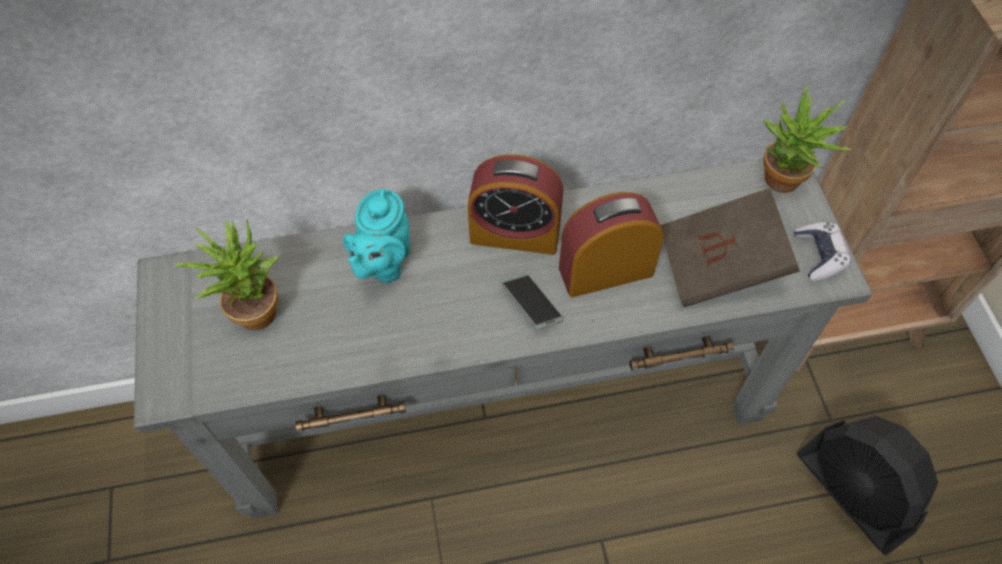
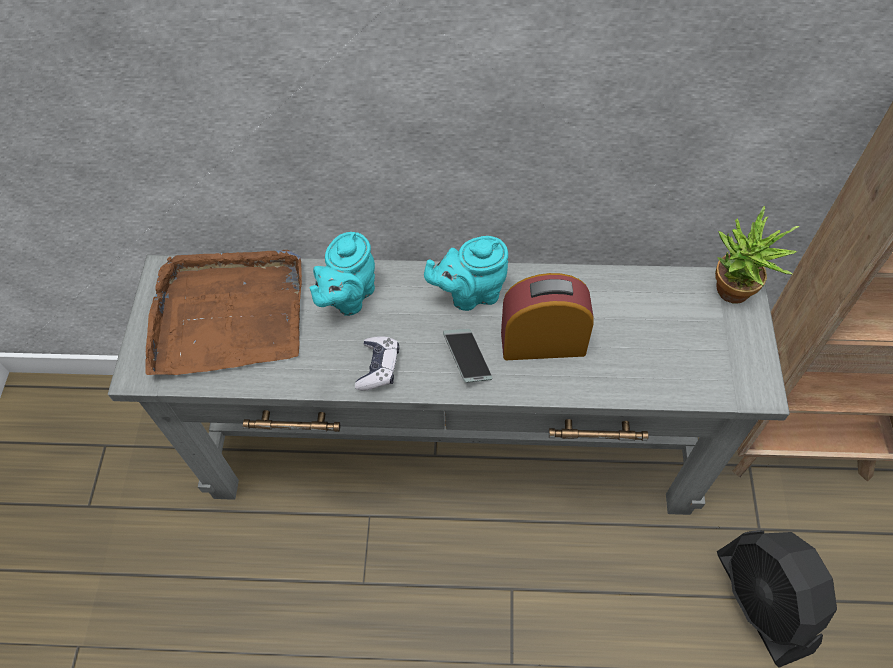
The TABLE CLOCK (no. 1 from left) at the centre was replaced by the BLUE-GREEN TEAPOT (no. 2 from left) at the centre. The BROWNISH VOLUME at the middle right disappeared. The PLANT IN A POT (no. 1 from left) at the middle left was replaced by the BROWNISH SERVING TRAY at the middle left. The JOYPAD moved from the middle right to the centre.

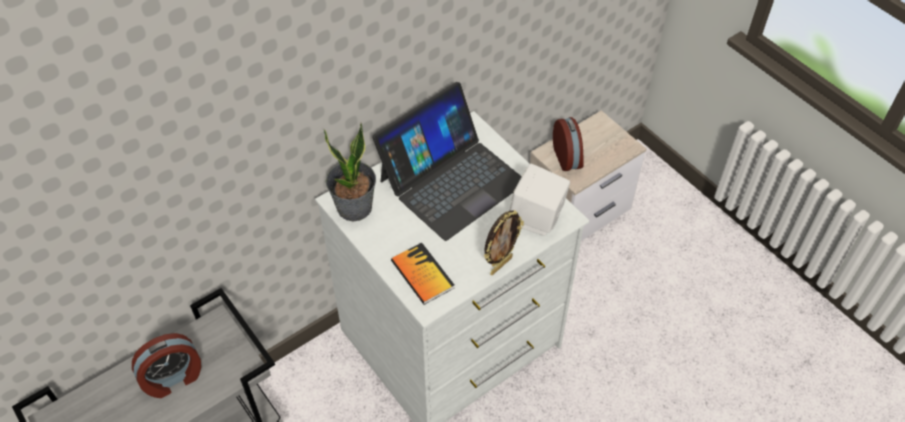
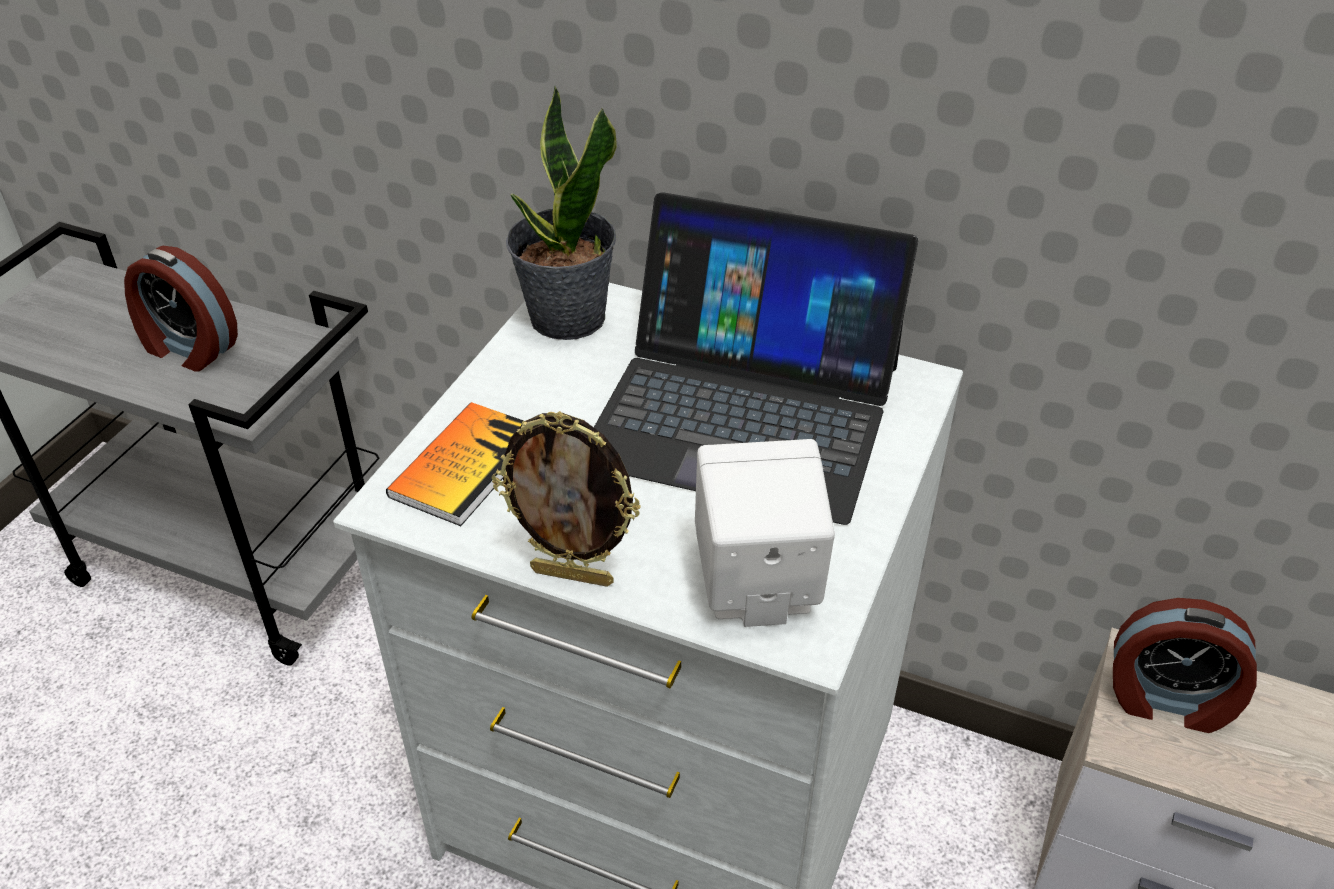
The TABLE CLOCK (no. 2 from left) at the centre turned 60 degrees clockwise.

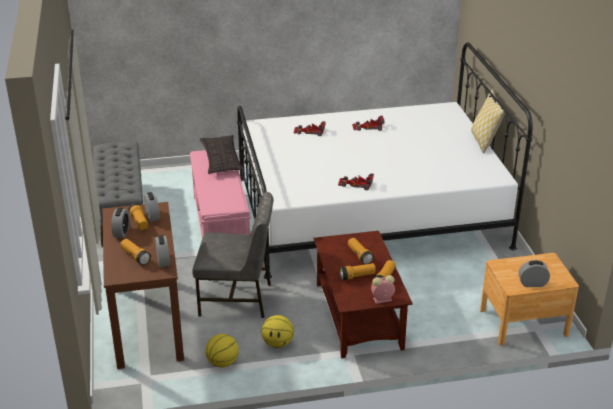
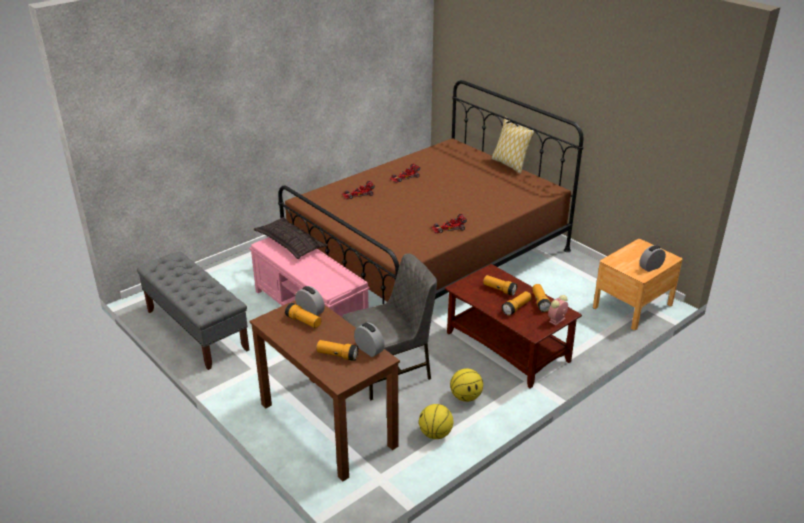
The WHITISH BEDROOM BED at the centre became the BROWNISH BEDROOM BED at the centre. The TABLE CLOCK (no. 1 from left) at the middle left disappeared.

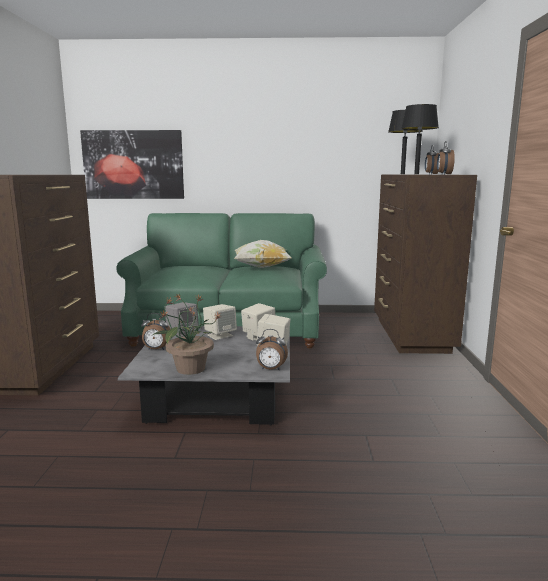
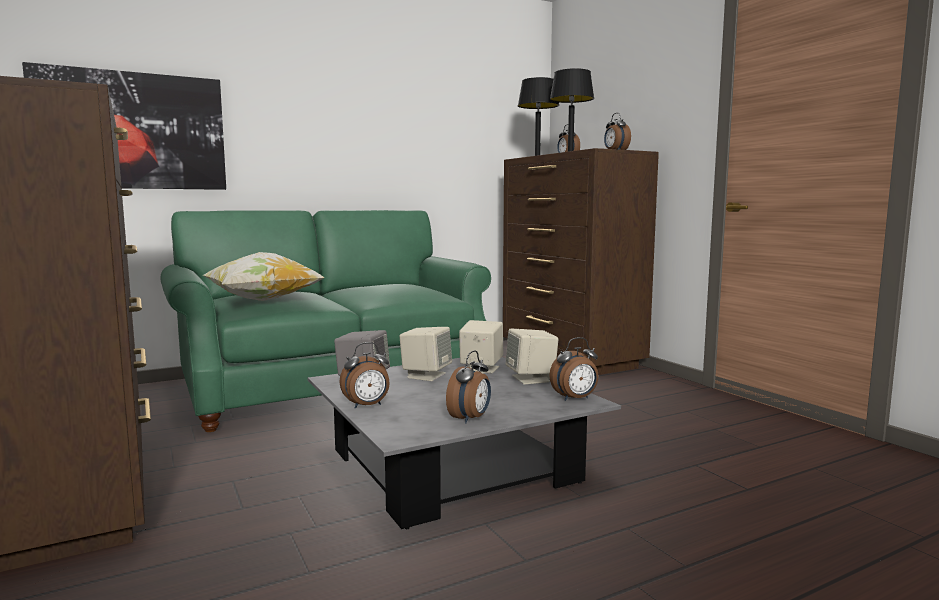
The CUSHION moved from the centre to the middle left. The PLANT IN A POT at the centre was replaced by the TABLE CLOCK (no. 2 from left) at the centre.

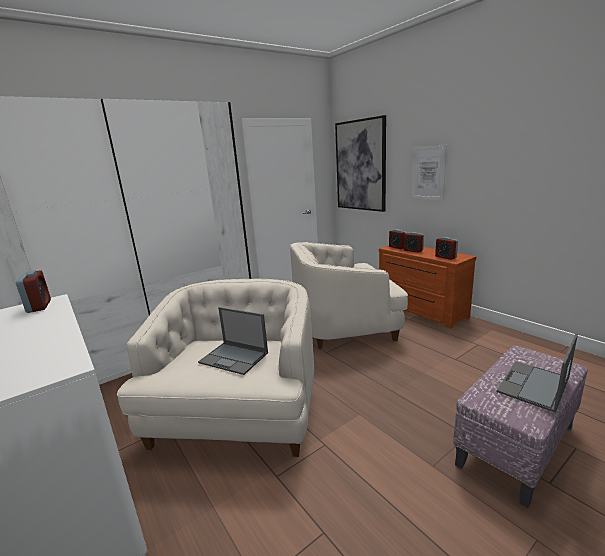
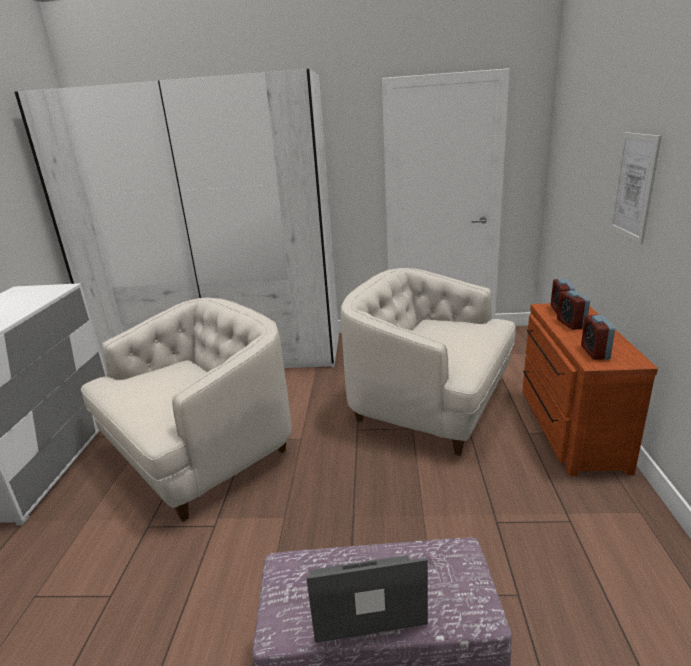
The WALL ART (no. 1 from left) at the top centre disappeared. The TABLE CLOCK (no. 1 from left) at the middle left disappeared. The NOTEBOOK COMPUTER (no. 1 from left) at the centre disappeared.

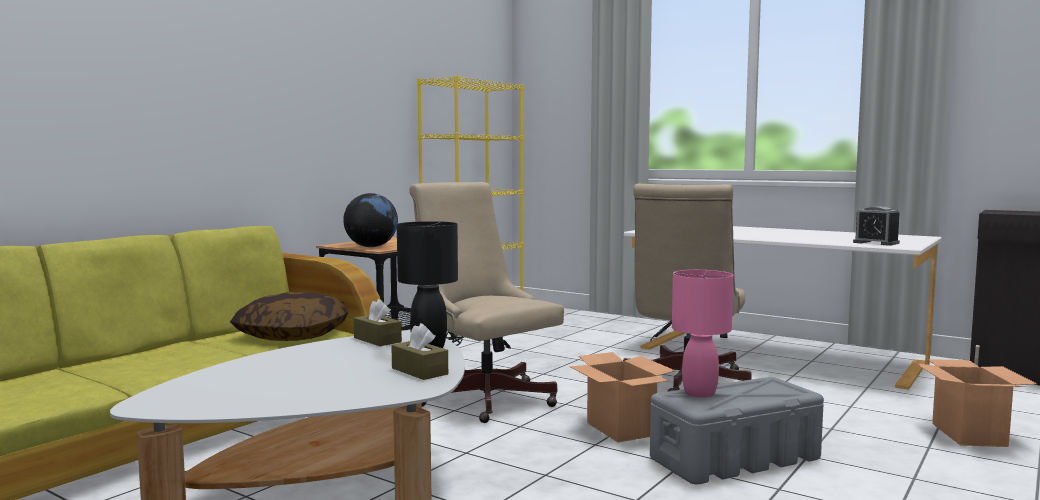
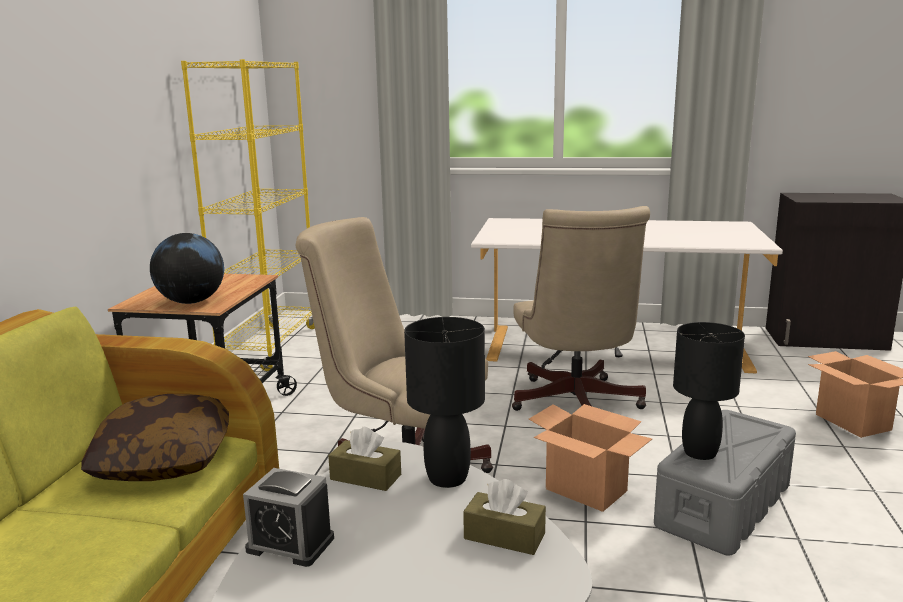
The TABLE CLOCK moved from the middle right to the bottom left. The PINK TABLE LAMP at the bottom right became the BLACKISH TABLE LAMP (no. 2 from left) at the middle right.

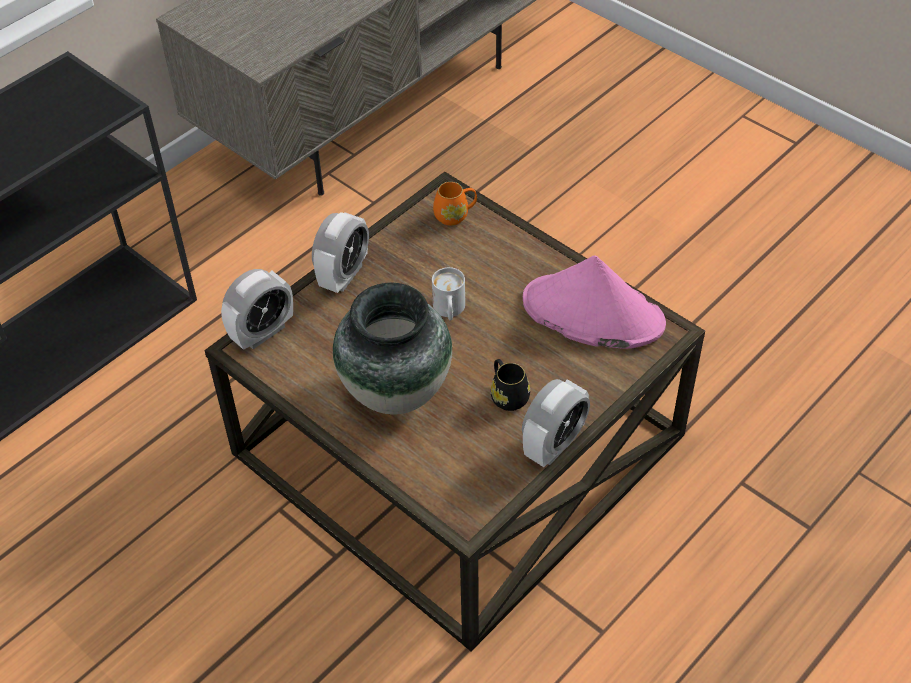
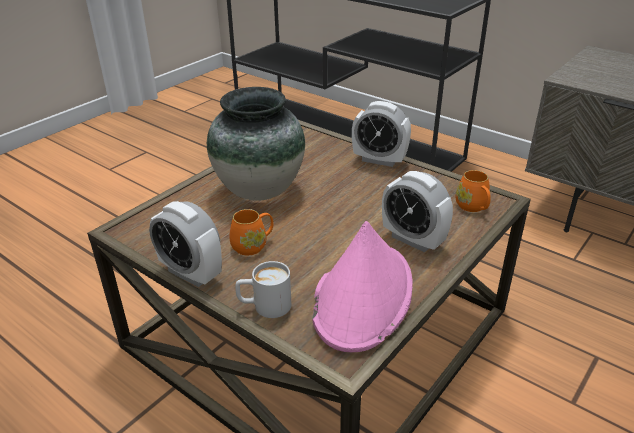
The WHITISH COFFEE MUG moved from the centre to the bottom centre. The TABLE CLOCK (no. 1 from left in the first image) moved from the middle left to the centre. The BLACKISH COFFEE MUG at the centre became the ORANGE-COLOURED COFFEE MUG (no. 1 from left) at the centre.

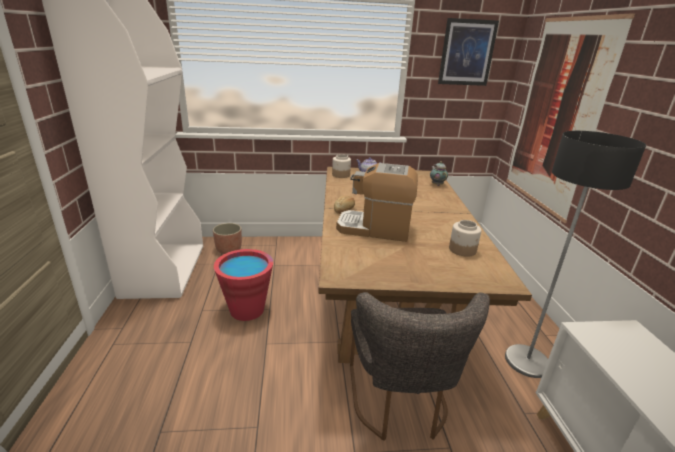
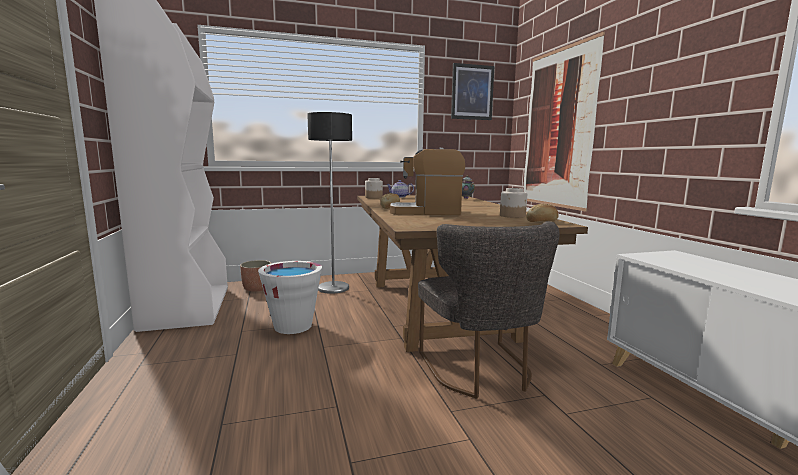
The FLOOR LAMP moved from the middle right to the centre. The REDDISH PAIL at the centre became the WHITISH PAIL at the centre. The BAKERY BREAD (no. 2 from left) at the middle right appeared.

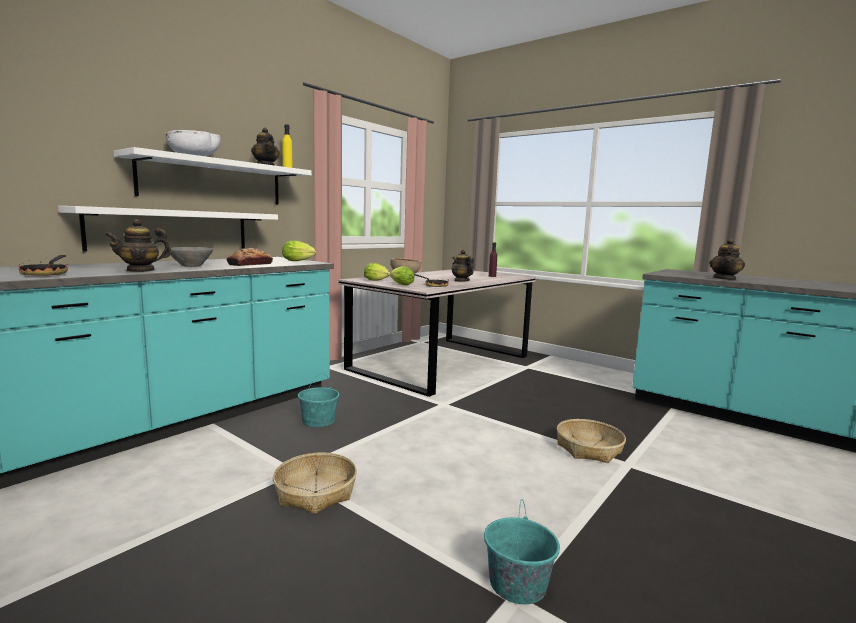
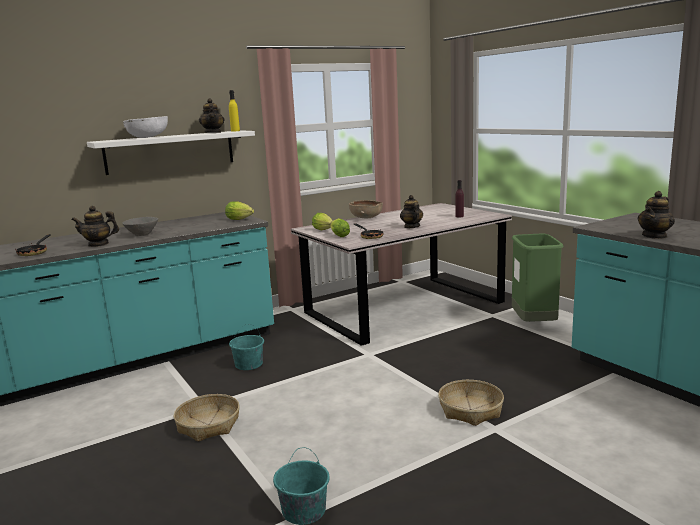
The WHITISH SHELF (no. 1 from left) at the middle left disappeared. The BAKERY BREAD at the middle left disappeared. The GREEN WASTE BIN at the middle right appeared.

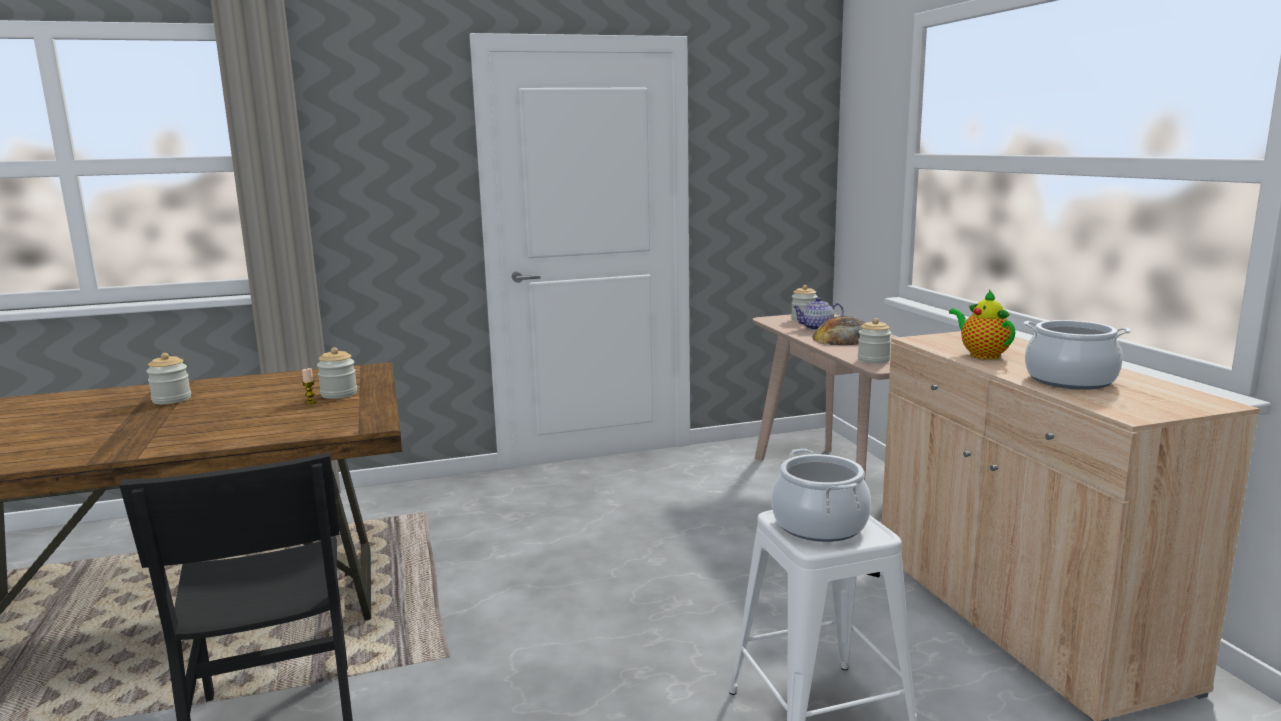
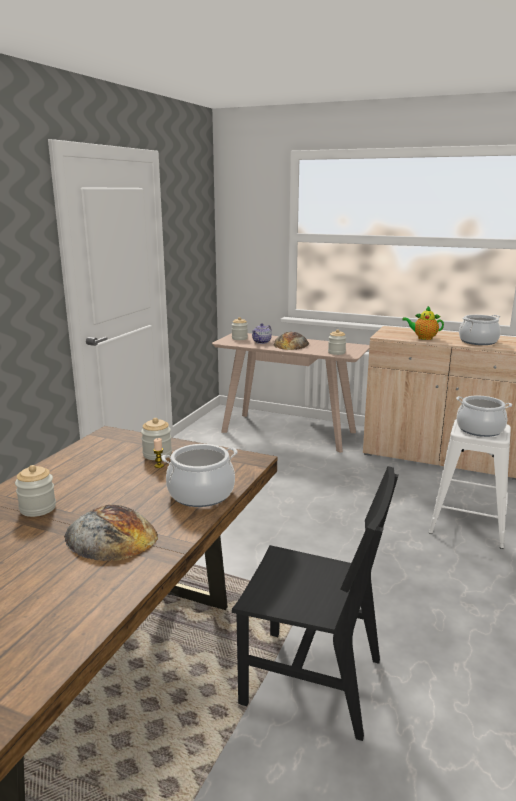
The SAUCEPOT (no. 1 from left) at the centre appeared. The BAKERY BREAD (no. 1 from left) at the middle left appeared.

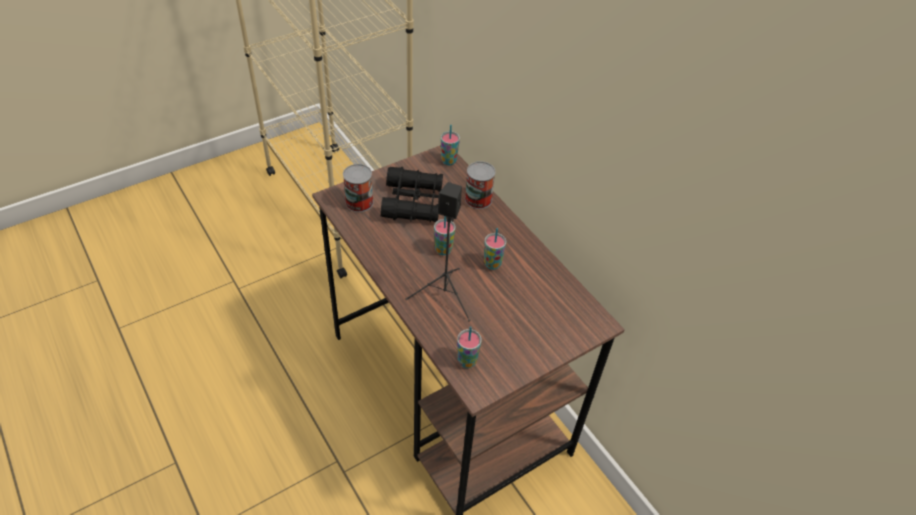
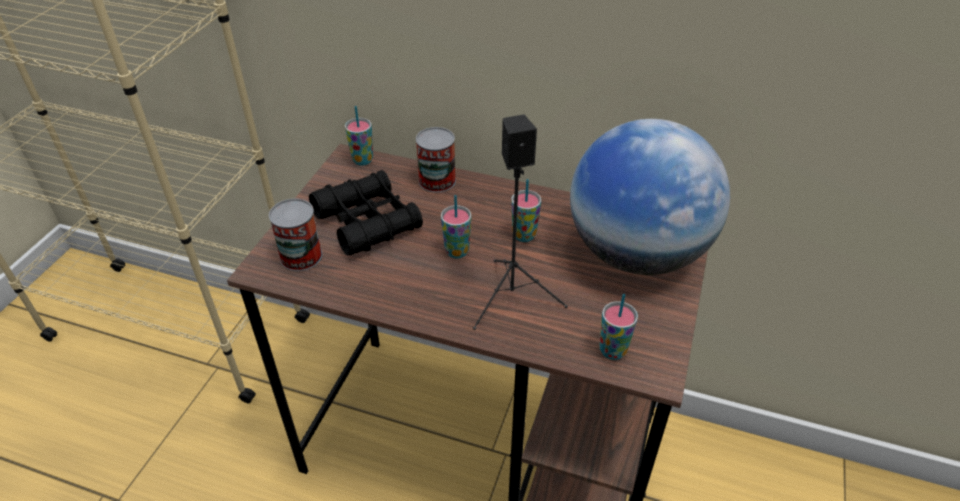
The GLOBE at the middle right appeared.

